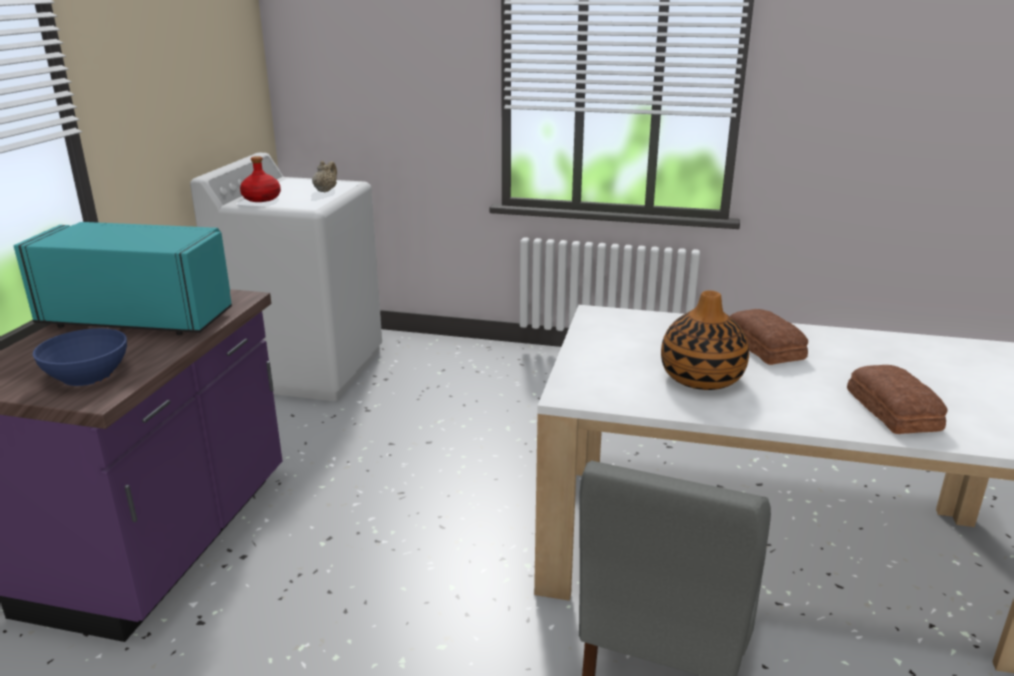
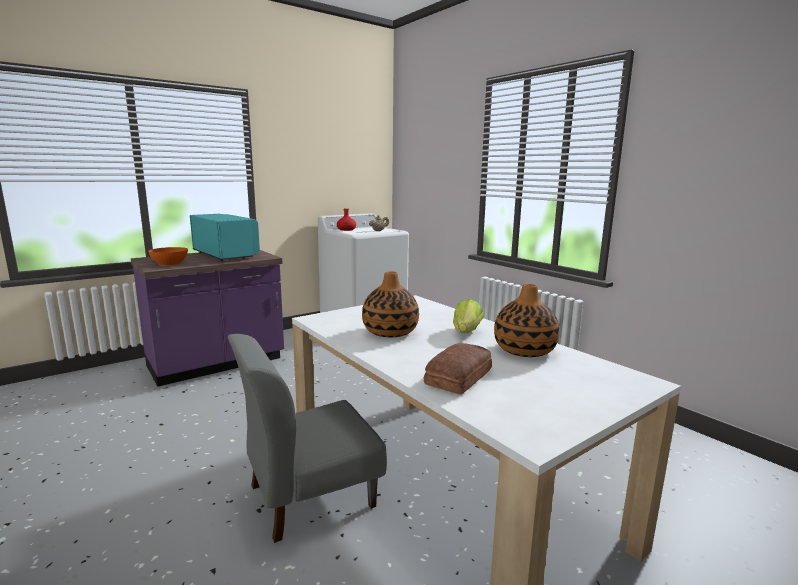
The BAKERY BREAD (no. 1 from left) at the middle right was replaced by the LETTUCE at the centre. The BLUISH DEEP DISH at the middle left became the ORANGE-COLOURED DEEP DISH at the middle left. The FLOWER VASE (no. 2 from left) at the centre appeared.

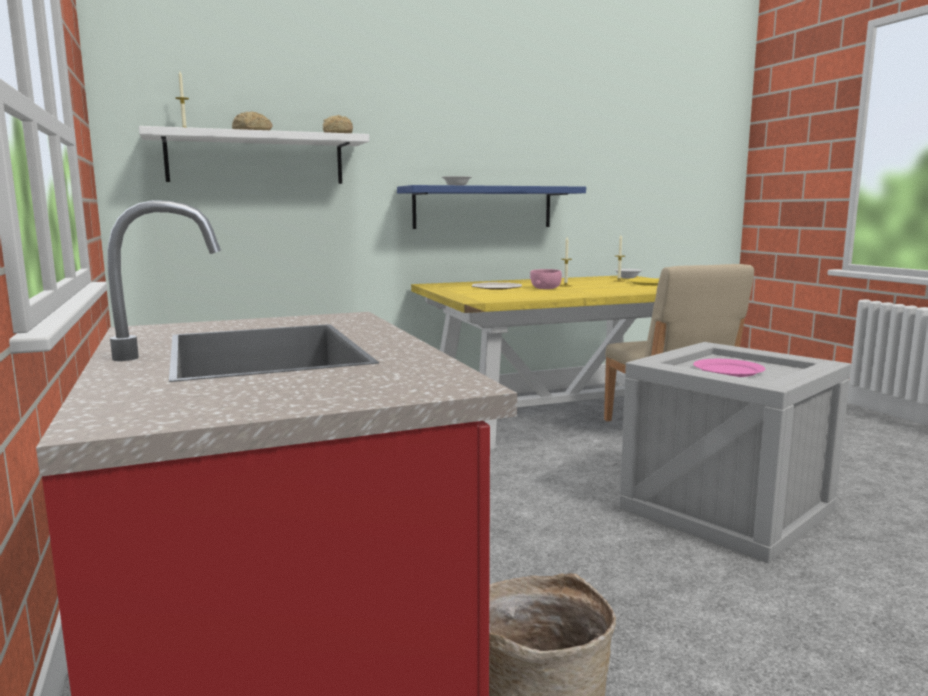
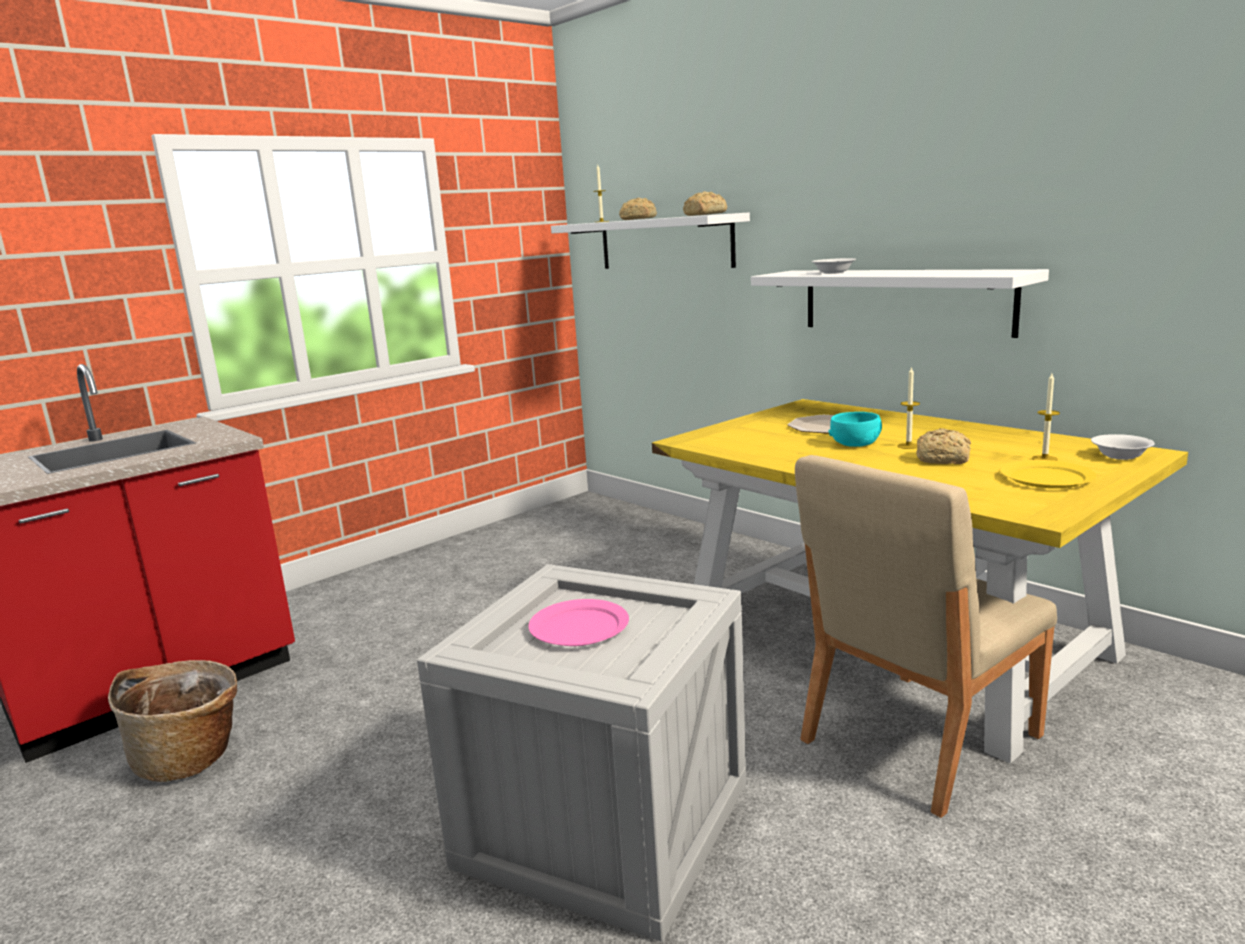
The BLUISH SHELF at the top centre became the WHITISH SHELF (no. 2 from left) at the top right. The PINK DEEP DISH at the centre became the BLUE-GREEN DEEP DISH at the middle right. The BAKERY BREAD (no. 3 from left) at the middle right appeared.

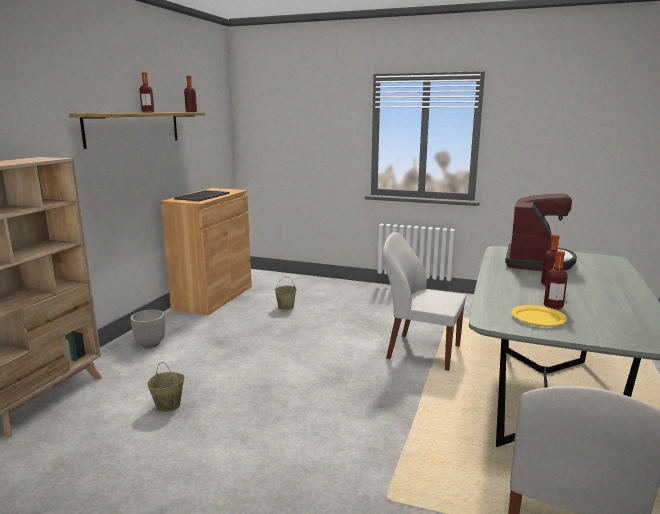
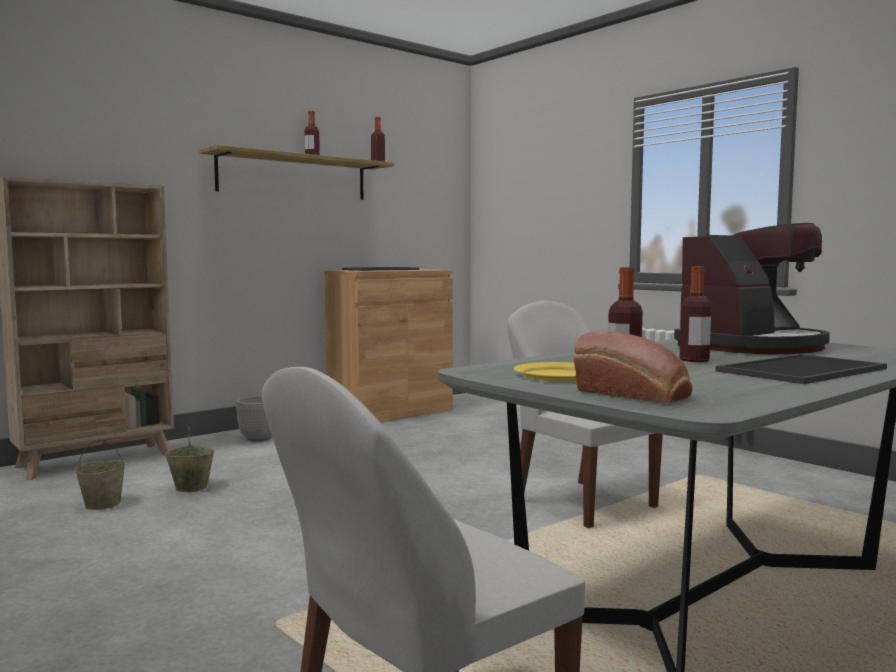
The BEIGE-COLOURED PAIL (no. 2 from left in the first image) moved from the centre to the bottom left. The BAKERY BREAD at the middle right appeared. The SERVING TRAY (no. 2 from left) at the middle right appeared.

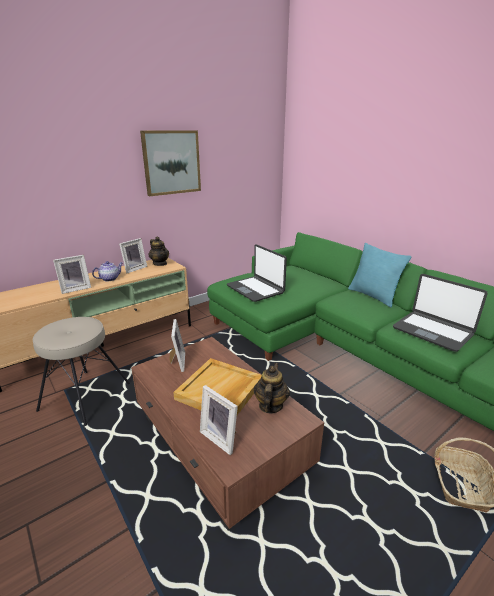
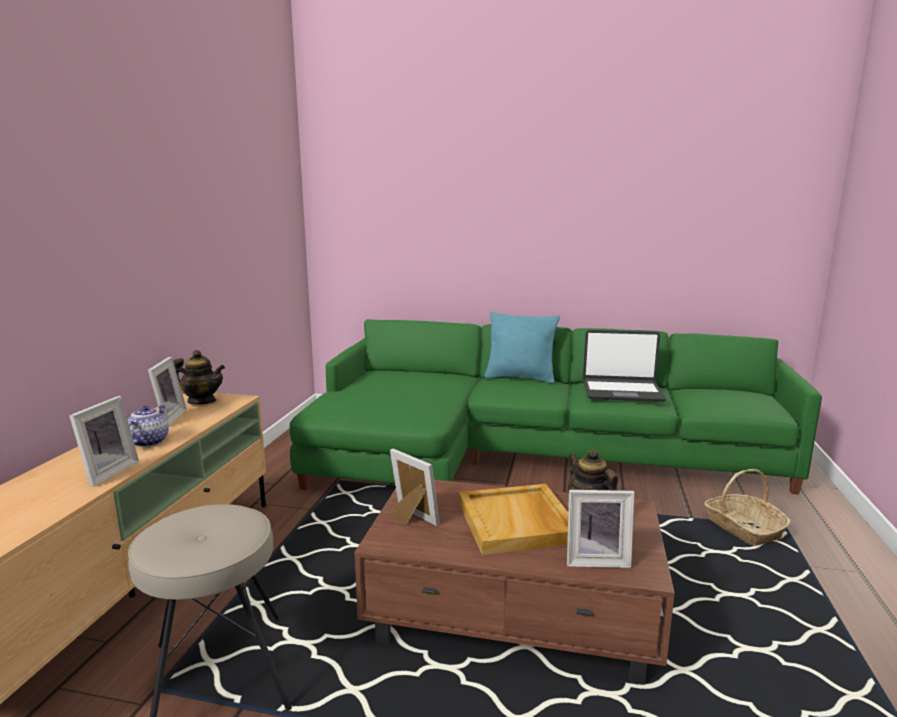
The WALL ART at the top centre disappeared. The NOTEBOOK COMPUTER (no. 1 from left) at the centre disappeared.

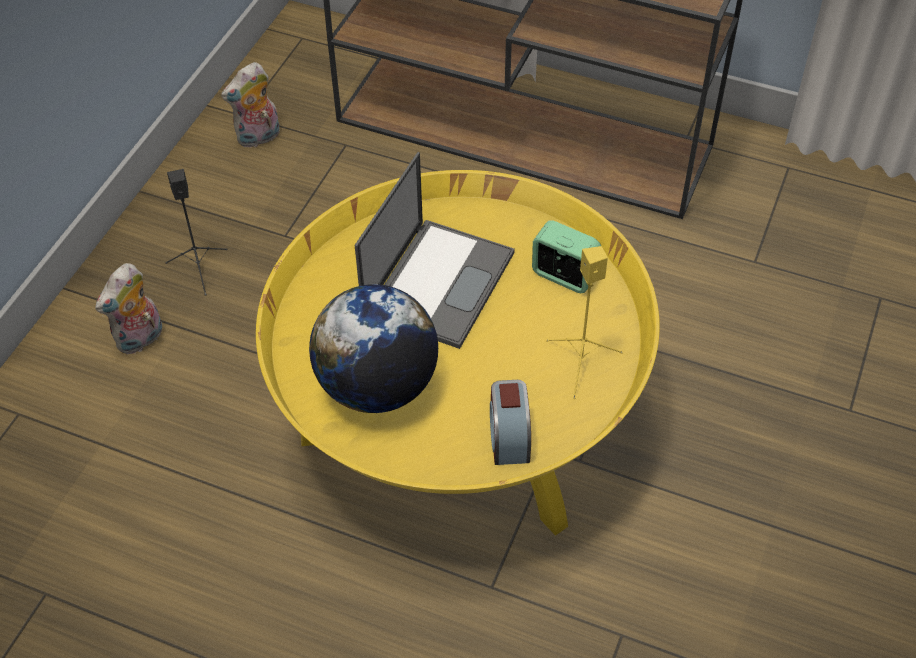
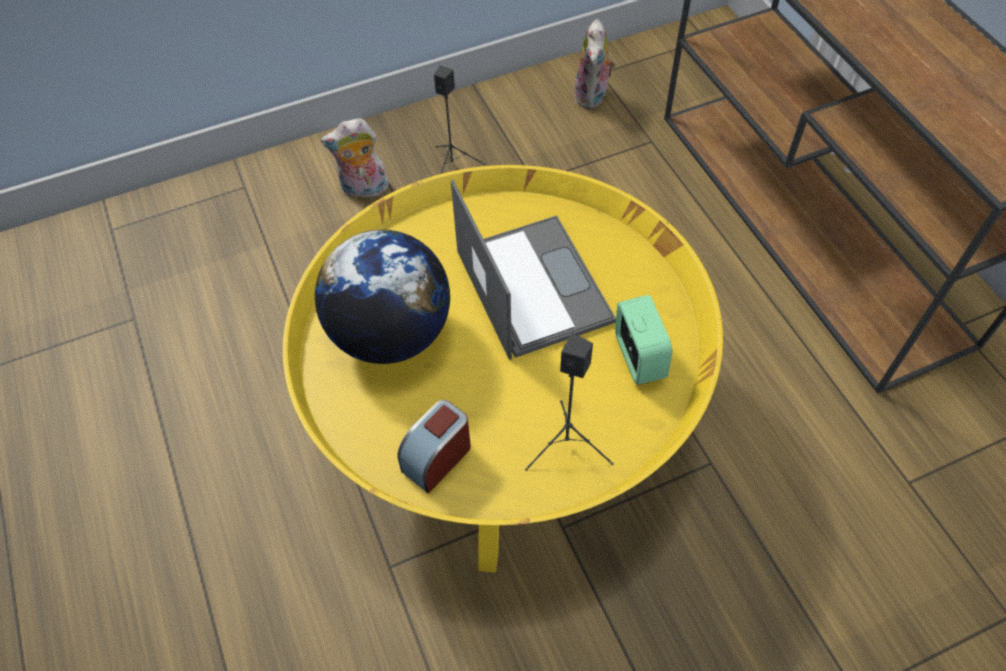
The SOFT TOY (no. 2 from left) at the top left turned 90 degrees counterclockwise. The NOTEBOOK COMPUTER at the centre turned 90 degrees counterclockwise. The YELLOWISH SPEAKER at the centre became the BLACKISH SPEAKER (no. 2 from left) at the centre.

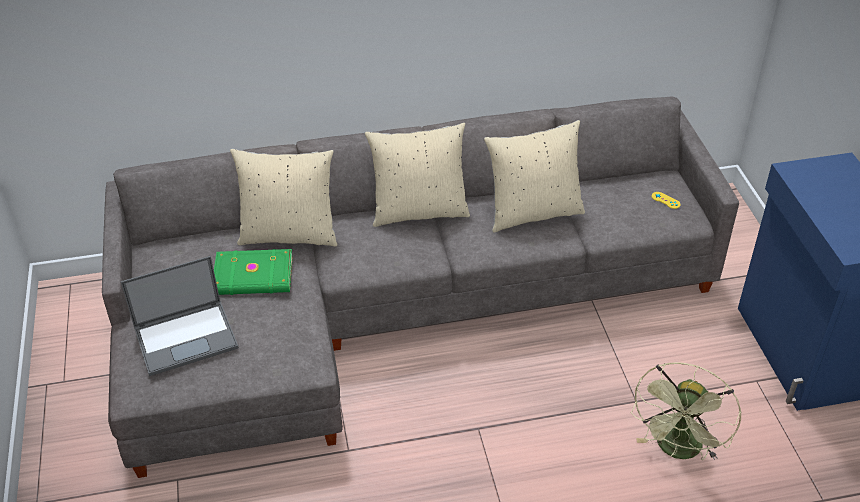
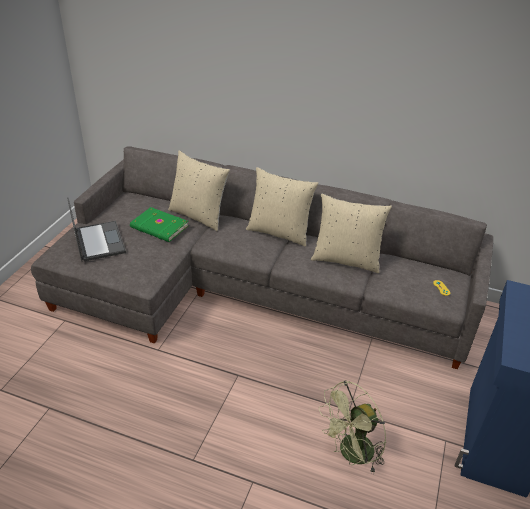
The NOTEBOOK COMPUTER at the middle left turned 120 degrees counterclockwise.

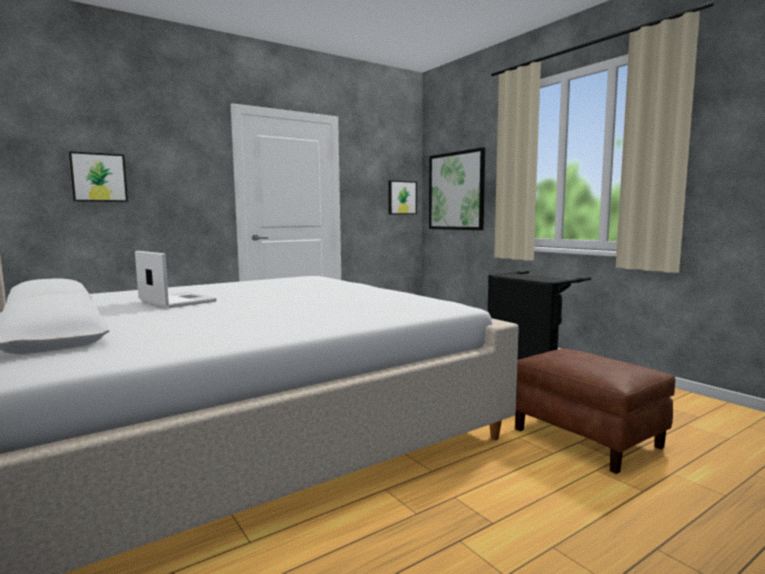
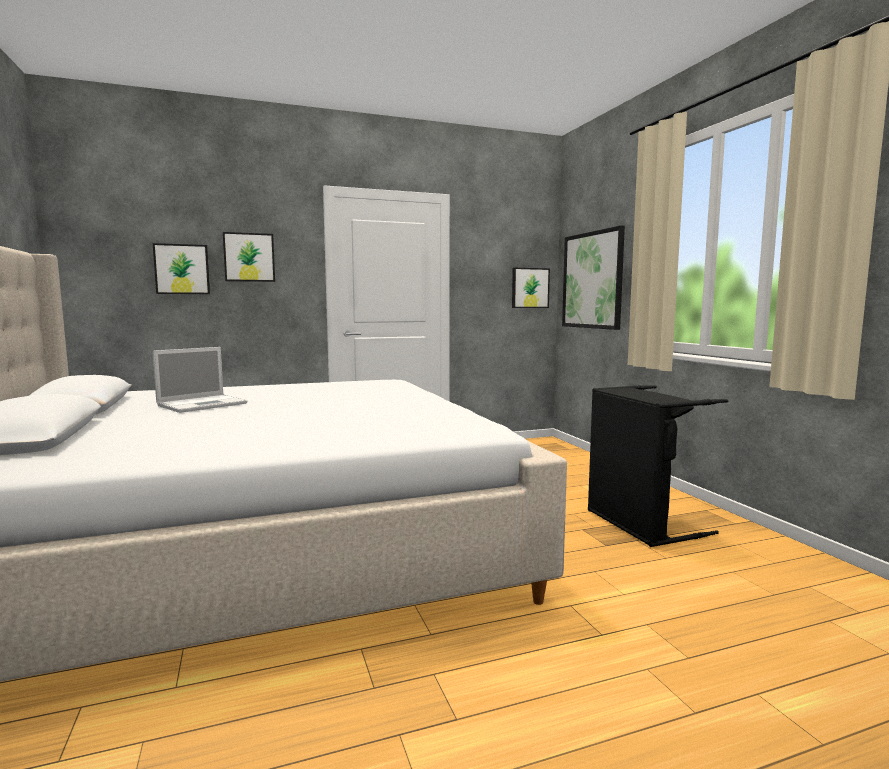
The NOTEBOOK COMPUTER at the middle left turned 75 degrees clockwise. The BROWNISH POUFFE at the bottom right disappeared. The WALL ART (no. 2 from left) at the middle left appeared.

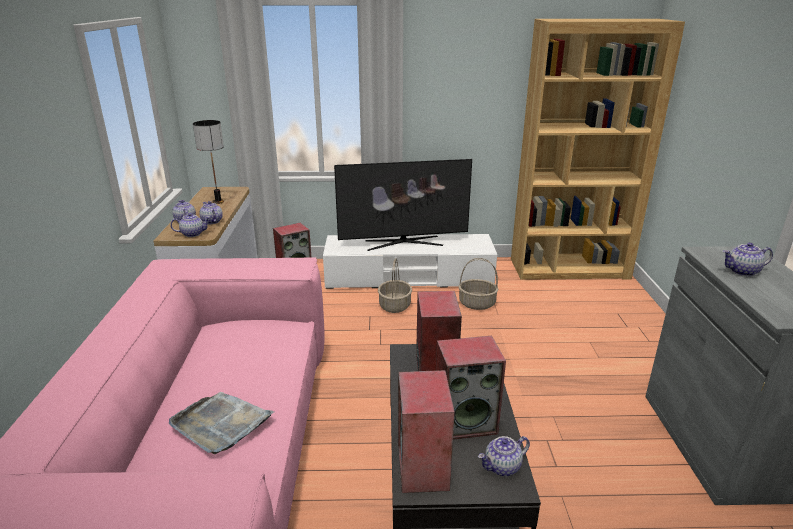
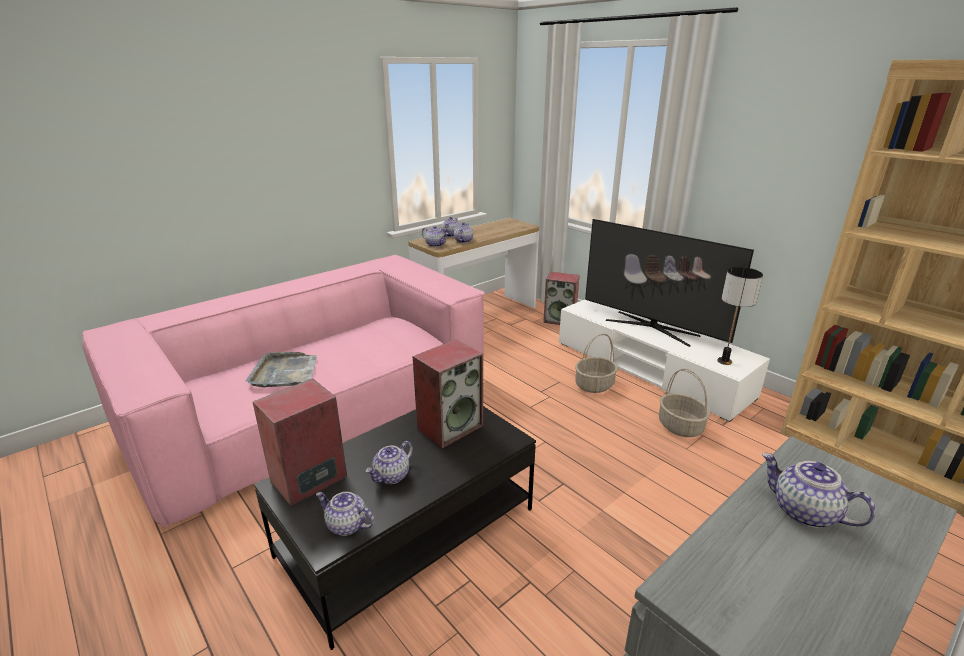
The TABLE LAMP moved from the top left to the middle right. The SPEAKER (no. 4 from left) at the bottom centre was replaced by the TEAPOT (no. 2 from left) at the bottom centre.

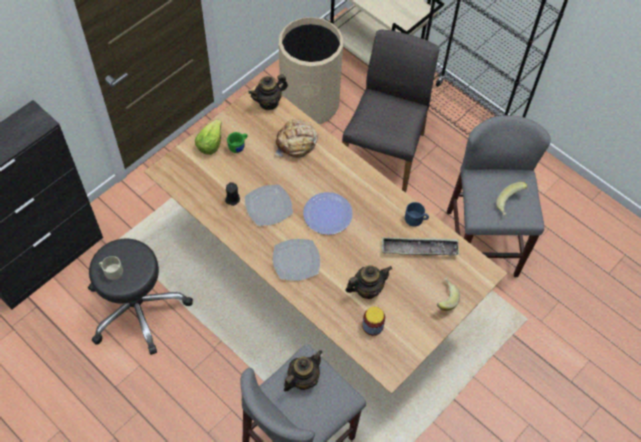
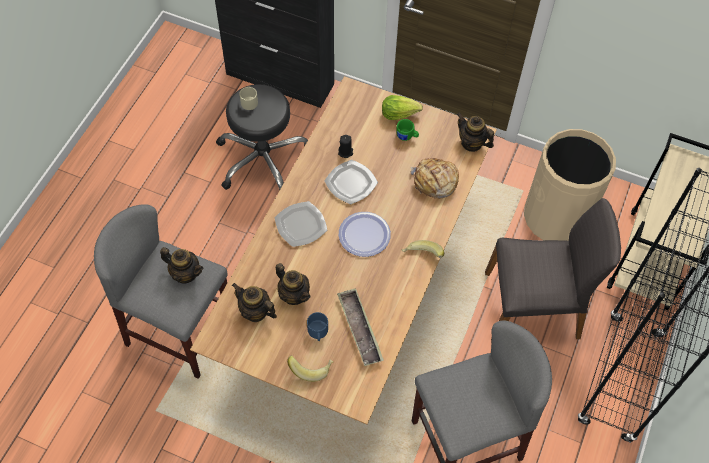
The WHOLE BANANA (no. 2 from left) moved from the middle right to the centre. The BLUISH COFFEE MUG moved from the centre to the bottom centre. The PRESERVE JAR at the bottom centre was replaced by the TEAPOT (no. 2 from left) at the centre.

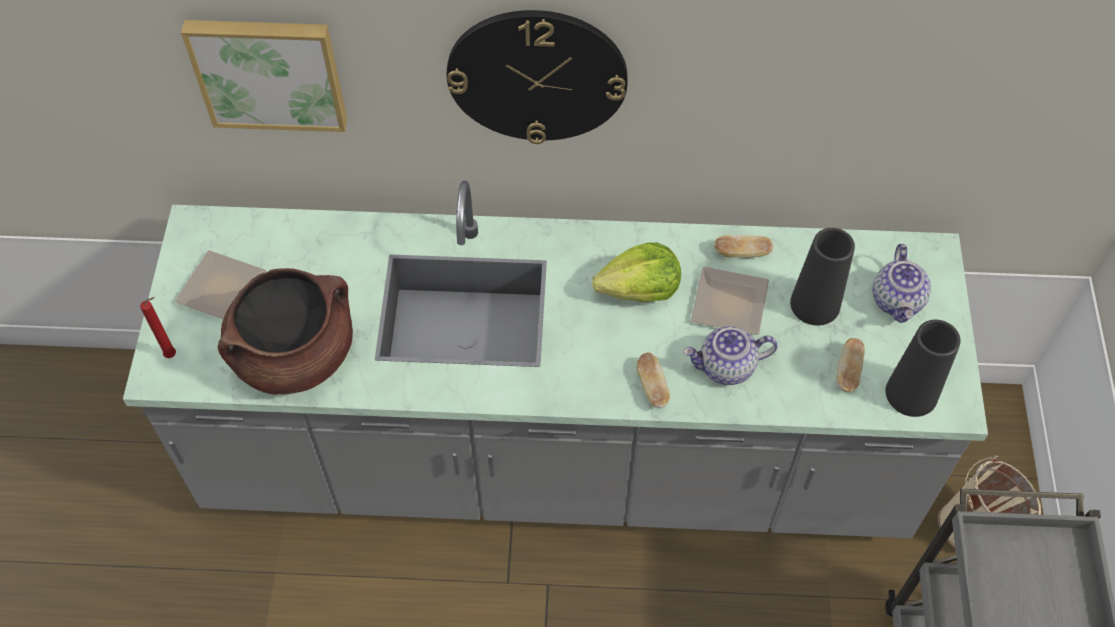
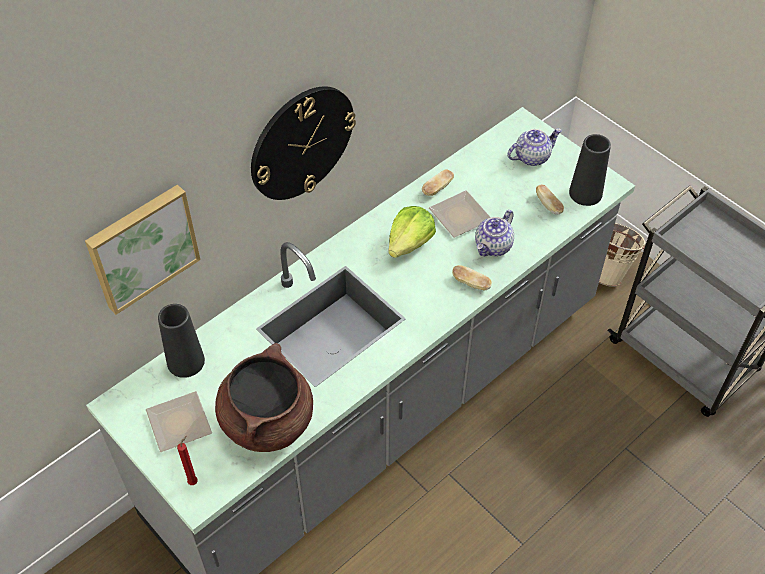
The BLACKISH FLOWER VASE (no. 1 from left) moved from the middle right to the middle left. The TEAPOT (no. 2 from left) at the middle right turned 75 degrees counterclockwise.

